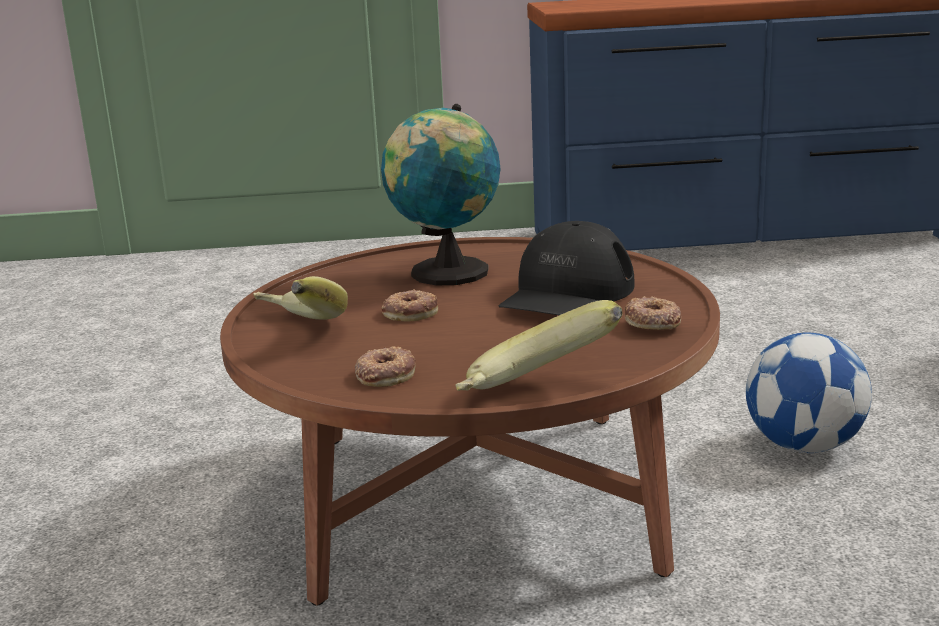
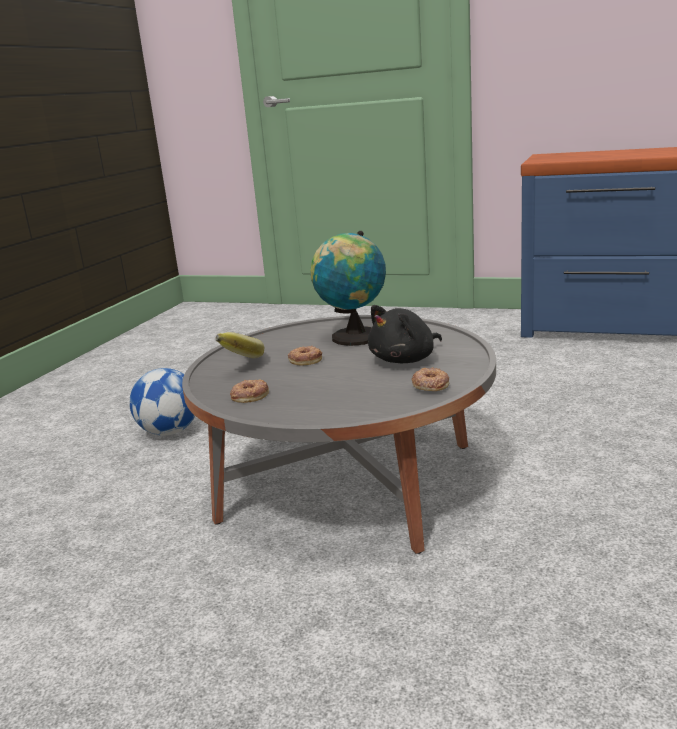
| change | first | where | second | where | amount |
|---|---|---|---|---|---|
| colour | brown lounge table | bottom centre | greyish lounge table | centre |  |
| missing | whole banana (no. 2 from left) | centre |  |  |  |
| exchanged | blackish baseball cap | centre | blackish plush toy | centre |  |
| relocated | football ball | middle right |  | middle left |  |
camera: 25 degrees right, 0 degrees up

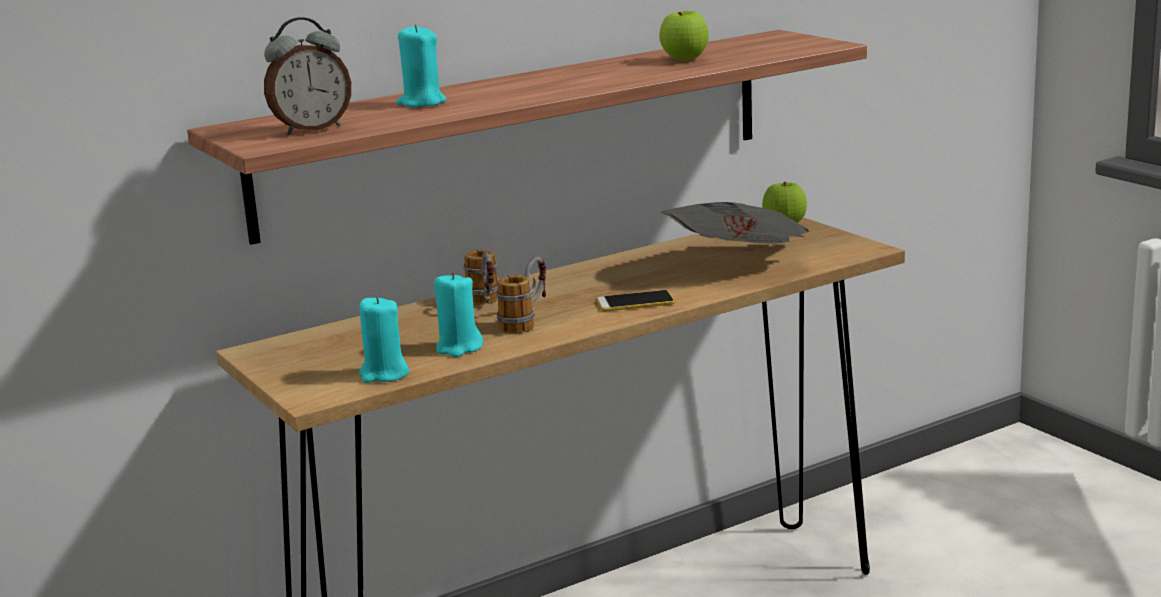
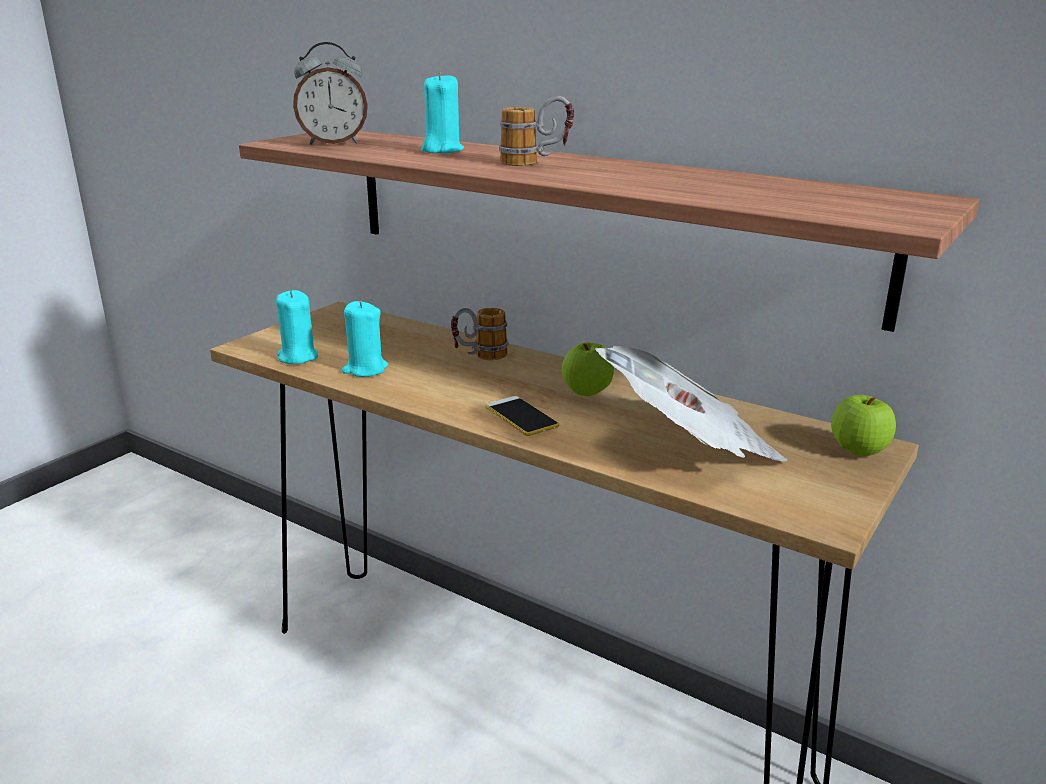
| change | first | where | second | where | amount |
|---|---|---|---|---|---|
| spun | alarm clock | top left |  | top left | 45 degrees counterclockwise |
| relocated | mug (no. 2 from left) | centre |  | top centre |  |
| relocated | apple (no. 1 from left) | top centre |  | centre |  |
camera: 65 degrees right, 5 degrees up

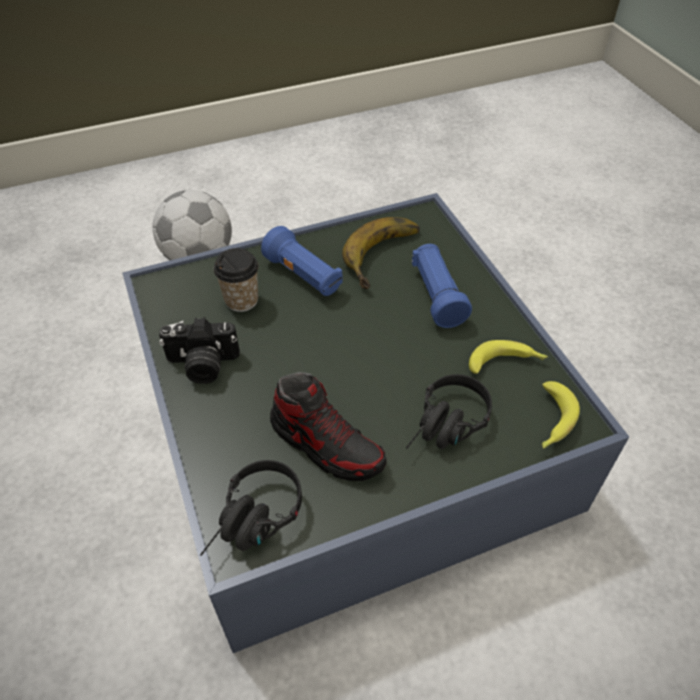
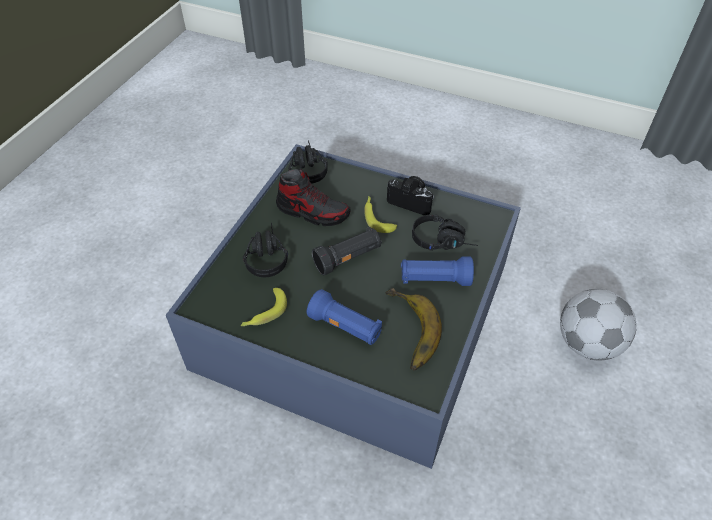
| change | first | where | second | where | amount |
|---|---|---|---|---|---|
| spun | still camera | middle left |  | centre | 75 degrees clockwise |
| exchanged | small cup | centre | blackish pair of headphones (no. 3 from left) | centre |  |
| spun | shoe | centre |  | centre | 150 degrees counterclockwise |
| relocated | whole banana (no. 3 from left in the first image) | middle right | whole banana (no. 2 from left) | centre |  |
| appeared |  |  | blackish torch | centre |  |
camera: 135 degrees right, 0 degrees up

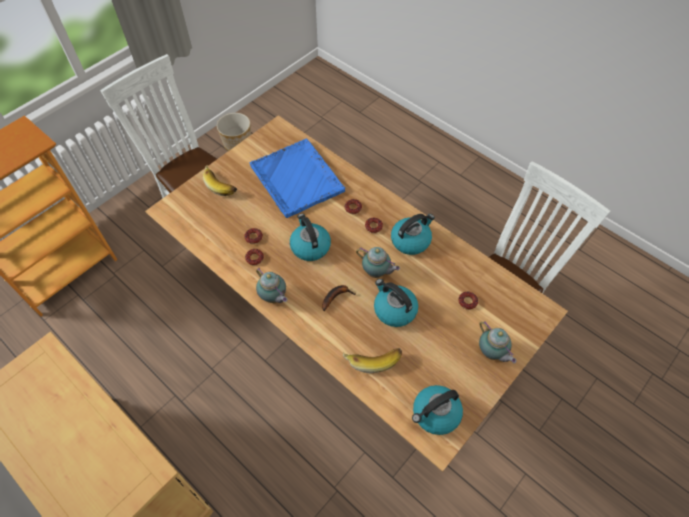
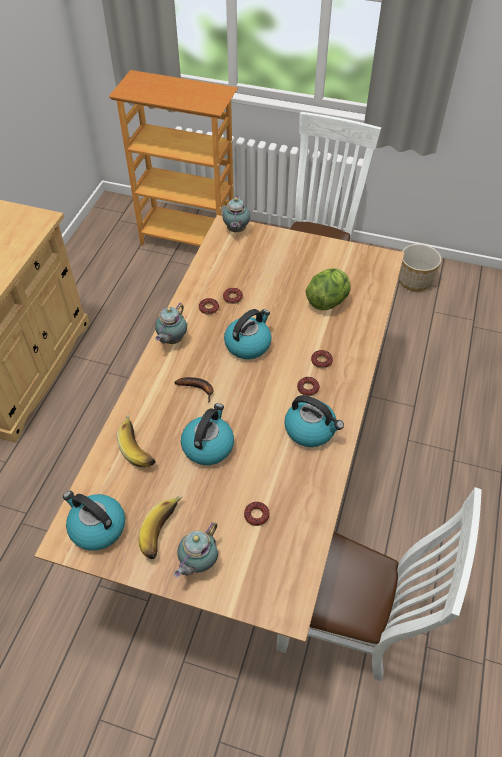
| change | first | where | second | where | amount |
|---|---|---|---|---|---|
| relocated | whole banana (no. 1 from left in the first image) | middle left | whole banana (no. 2 from left) | bottom left |  |
| exchanged | blue-coloured tray | centre | lettuce | centre |  |
| relocated | tea pot (no. 2 from left in the first image) | centre | tea pot (no. 3 from left) | top centre |  |
camera: 65 degrees right, 5 degrees down

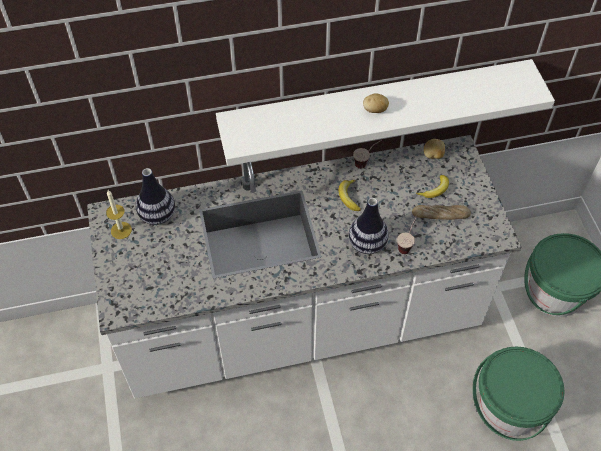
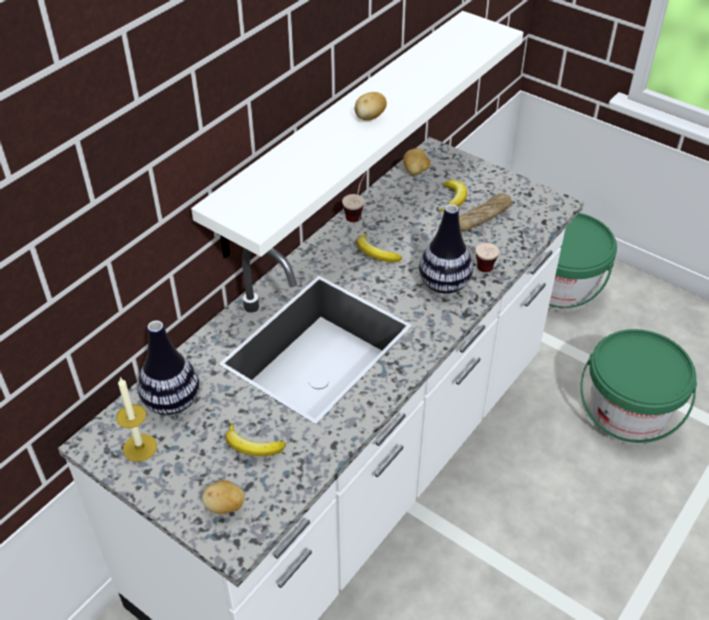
| change | first | where | second | where | amount |
|---|---|---|---|---|---|
| appeared |  |  | whole potato (no. 1 from left) | bottom left |  |
| appeared |  |  | whole banana (no. 1 from left) | bottom centre |  |
camera: 40 degrees left, 10 degrees down

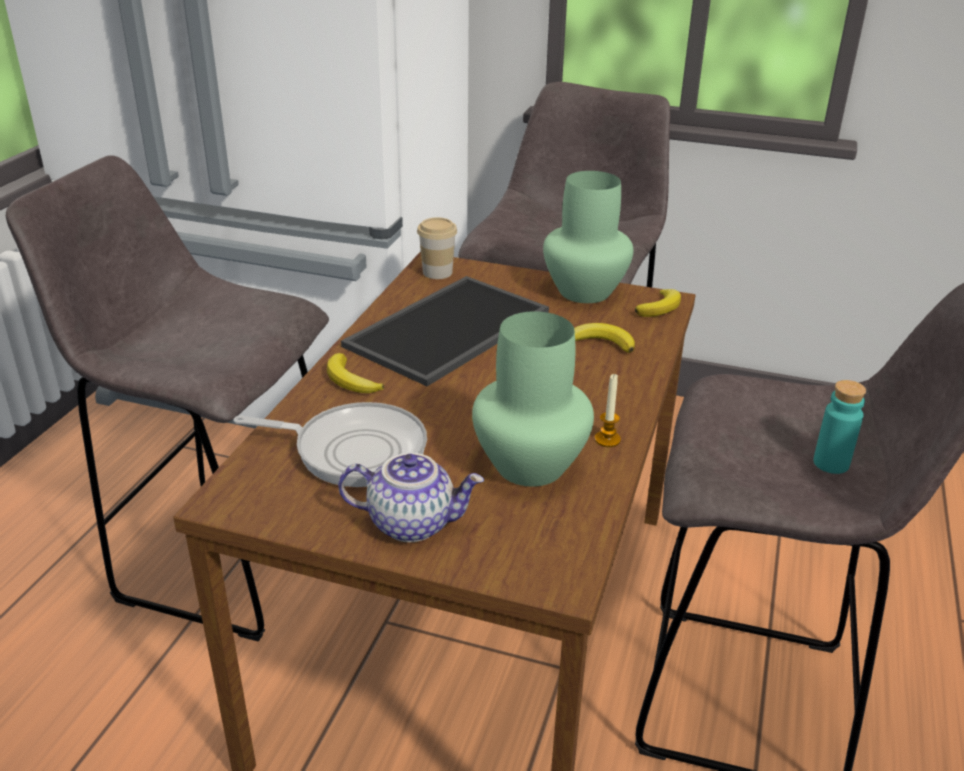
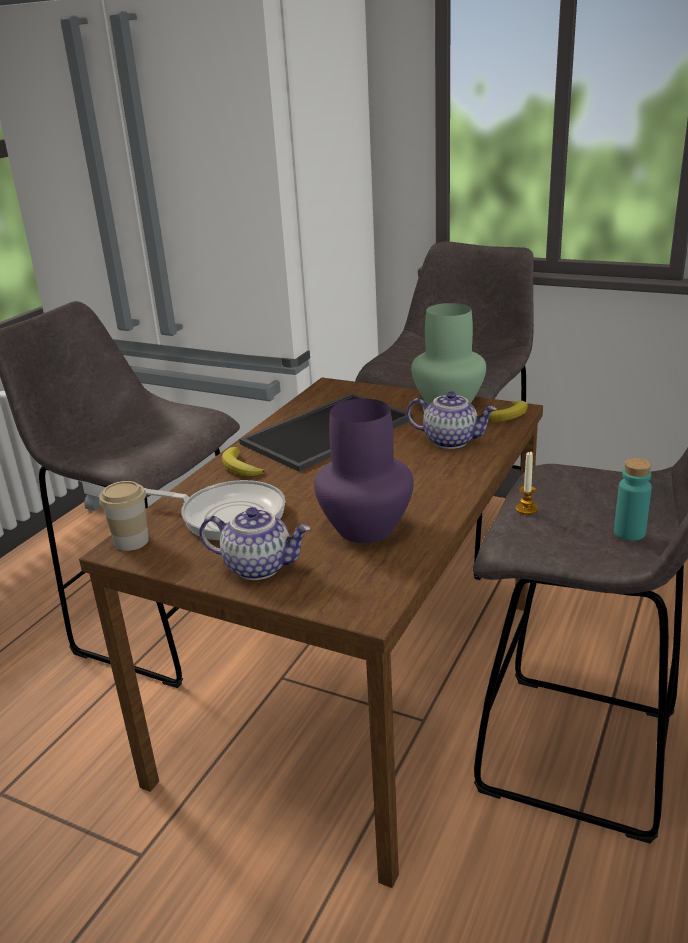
| change | first | where | second | where | amount |
|---|---|---|---|---|---|
| relocated | small cup | top centre |  | middle left |  |
| colour | greenish decorative vase (no. 1 from left) | centre | purple-coloured decorative vase | centre |  |
| exchanged | whole banana (no. 2 from left) | centre | tea pot (no. 2 from left) | centre |  |
| relocated | wax candle | centre |  | middle right |  |
camera: 10 degrees right, 5 degrees down

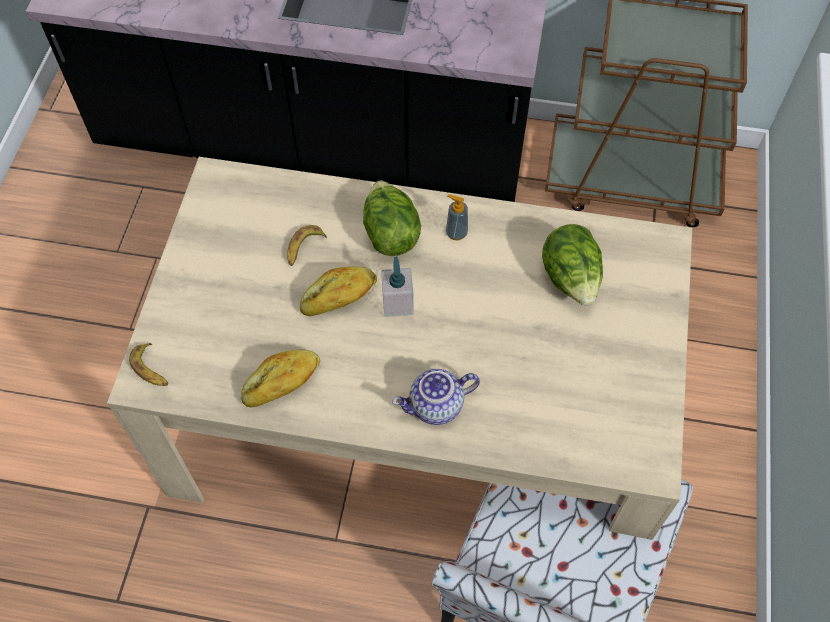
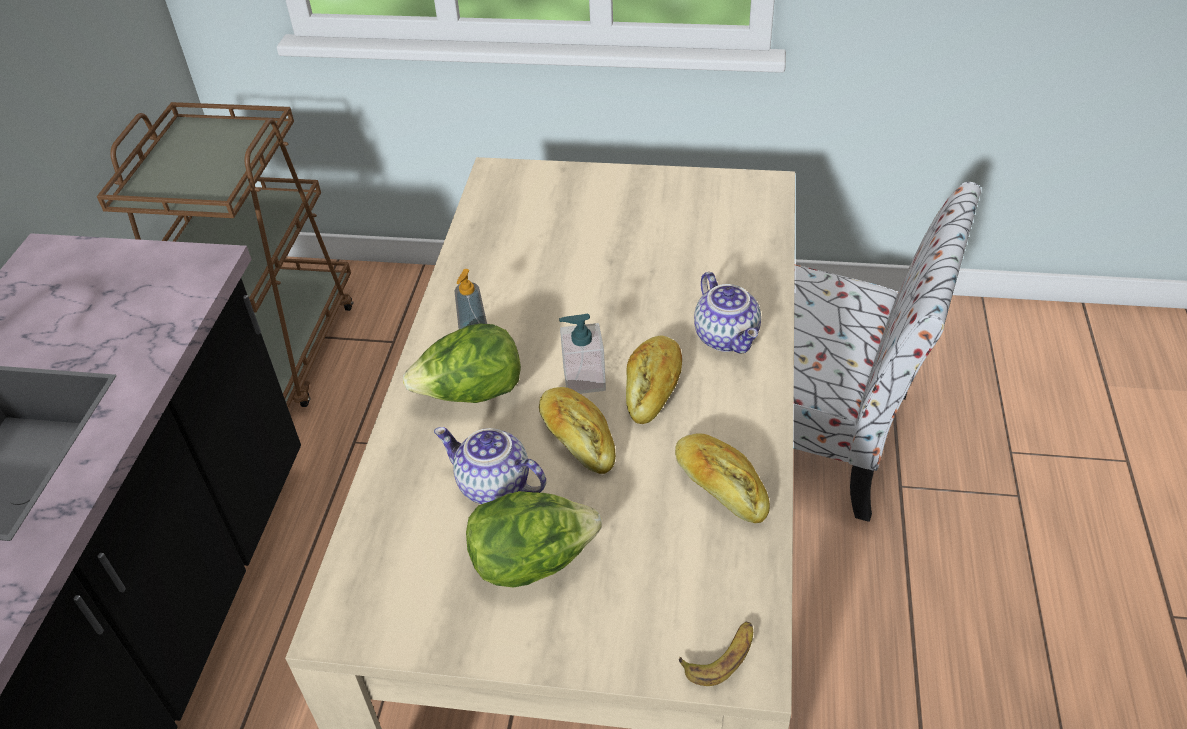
| change | first | where | second | where | amount |
|---|---|---|---|---|---|
| exchanged | whole banana (no. 2 from left) | centre | tea pot (no. 1 from left) | centre |  |
| relocated | lettuce (no. 2 from left) | middle right |  | bottom centre |  |
| appeared |  |  | bakery bread (no. 2 from left) | centre |  |
camera: 90 degrees left, 15 degrees down

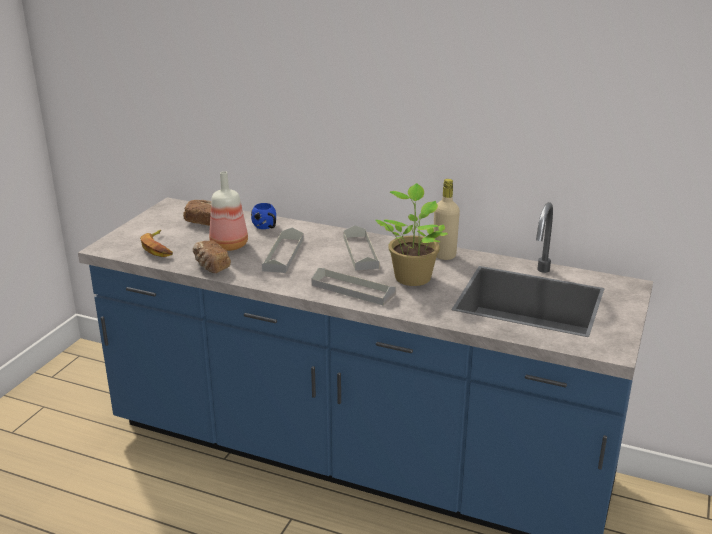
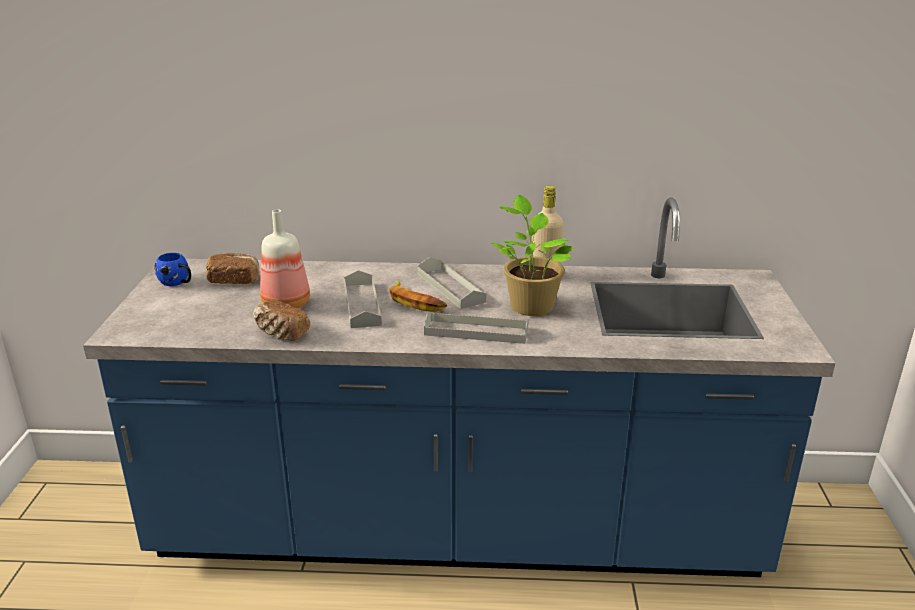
| change | first | where | second | where | amount |
|---|---|---|---|---|---|
| relocated | whole banana | middle left |  | centre |  |
| relocated | blue-coloured mug | centre |  | middle left |  |
camera: 20 degrees left, 0 degrees up

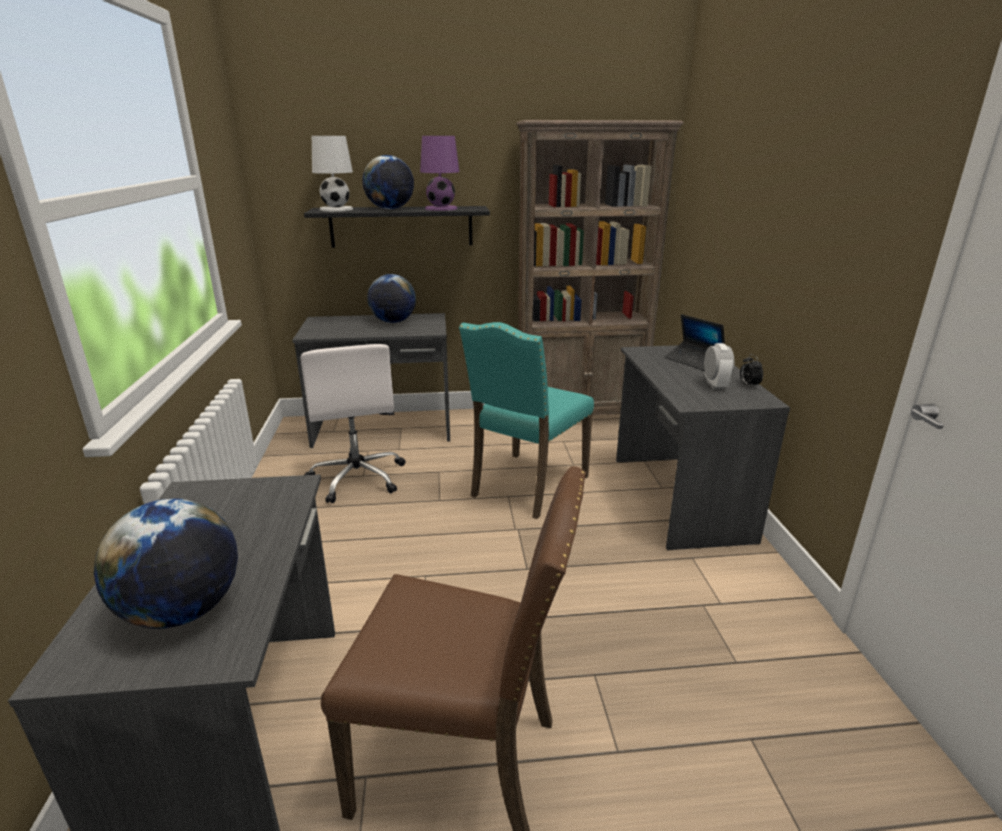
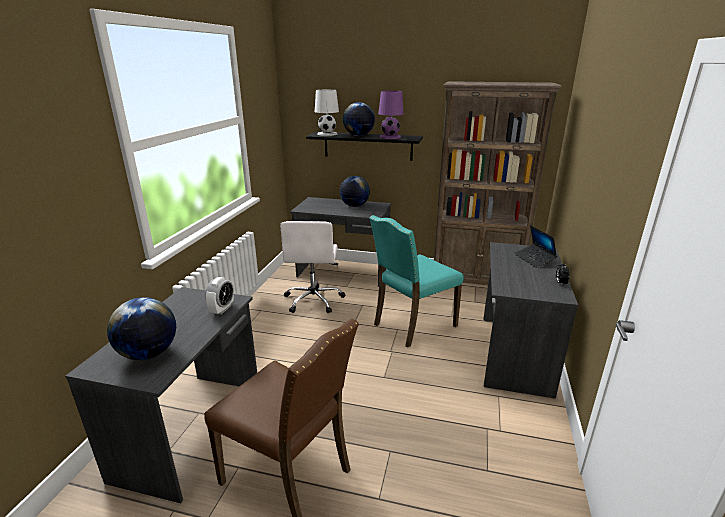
| change | first | where | second | where | amount |
|---|---|---|---|---|---|
| relocated | alarm clock (no. 1 from left) | middle right |  | middle left |  |
camera: 20 degrees right, 0 degrees up

